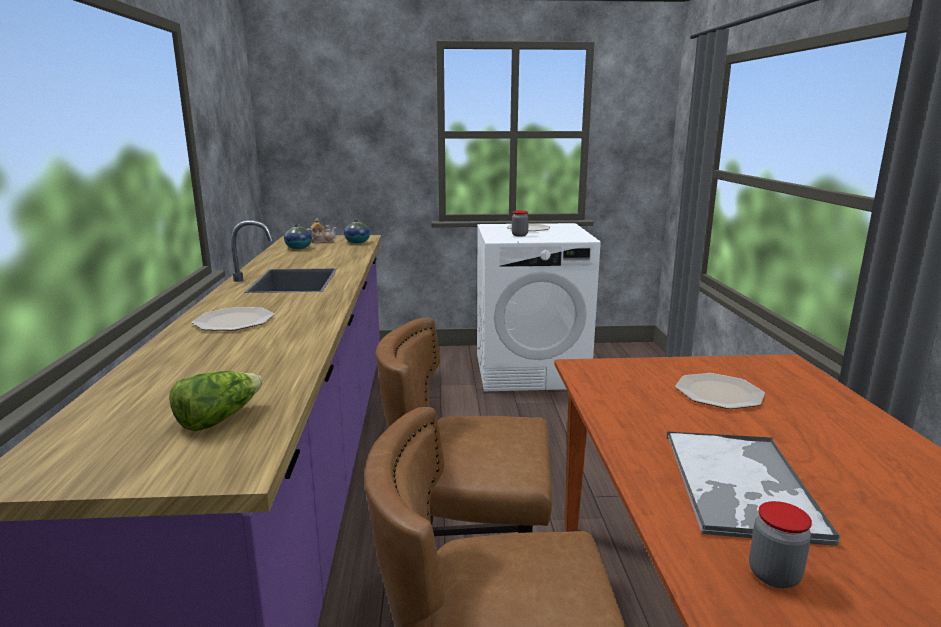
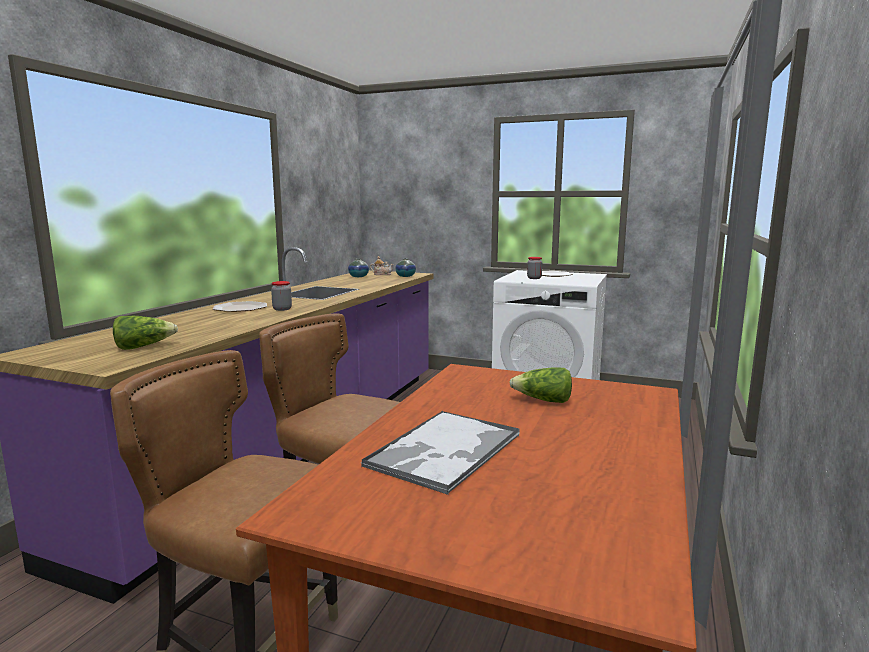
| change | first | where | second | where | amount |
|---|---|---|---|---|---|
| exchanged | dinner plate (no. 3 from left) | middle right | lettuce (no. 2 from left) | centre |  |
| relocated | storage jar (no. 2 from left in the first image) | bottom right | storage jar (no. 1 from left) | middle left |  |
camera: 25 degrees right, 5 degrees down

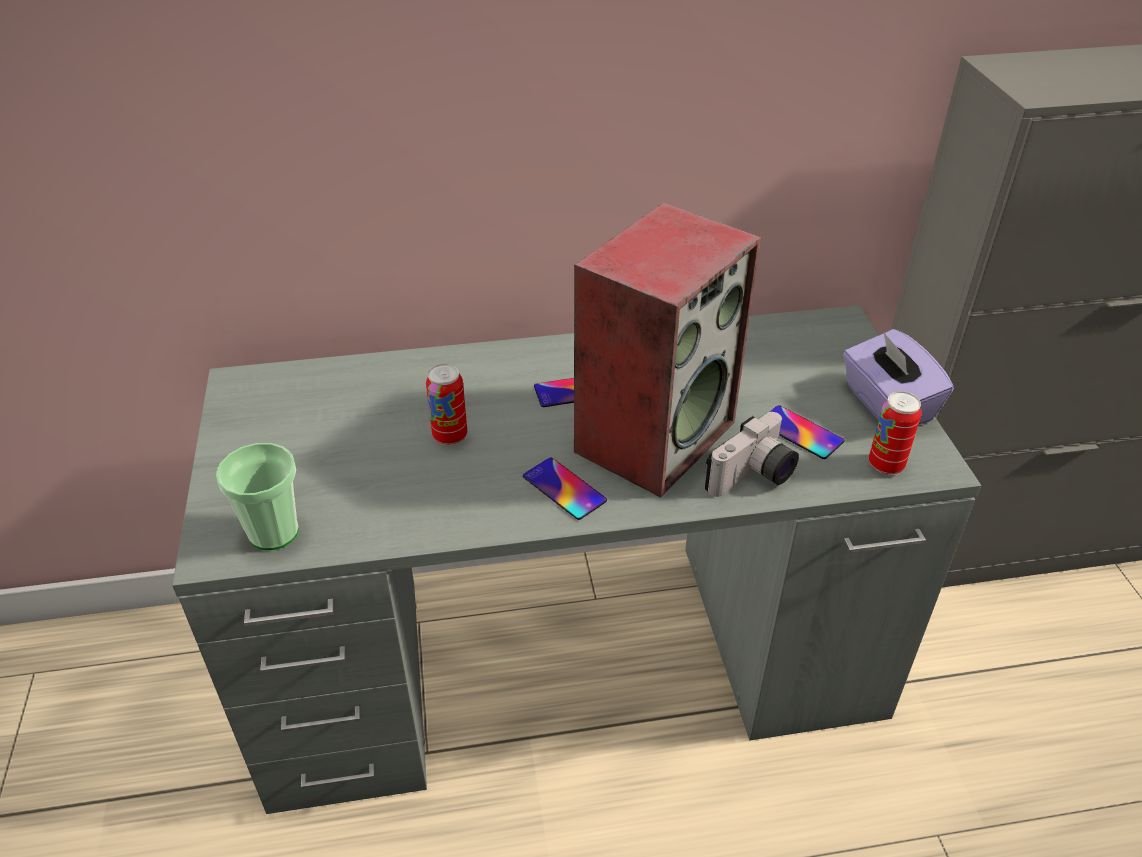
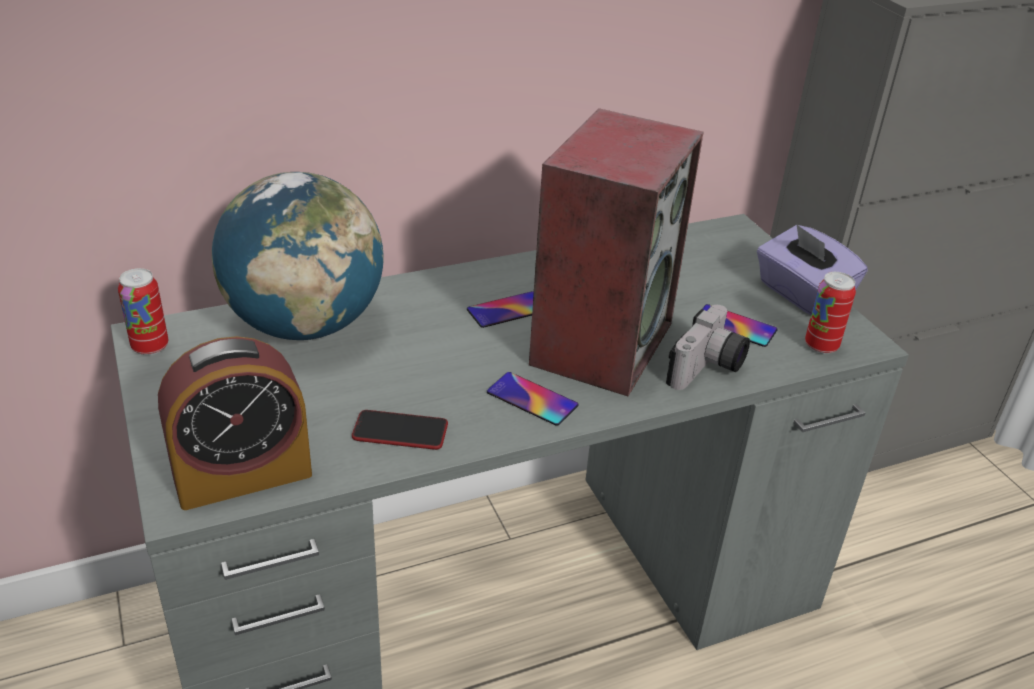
| change | first | where | second | where | amount |
|---|---|---|---|---|---|
| exchanged | small cup | middle left | alarm clock | middle left |  |
| relocated | can (no. 1 from left) | centre |  | middle left |  |
| appeared |  |  | world globe | middle left |  |
| appeared |  |  | telephone (no. 1 from left) | centre |  |
camera: 15 degrees left, 5 degrees down

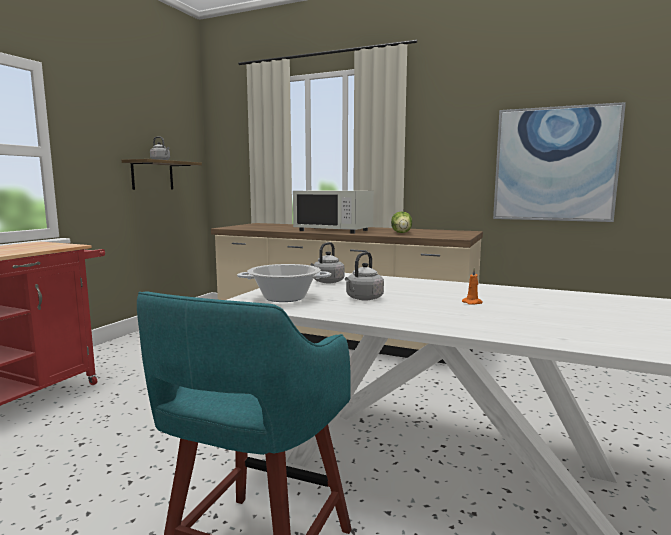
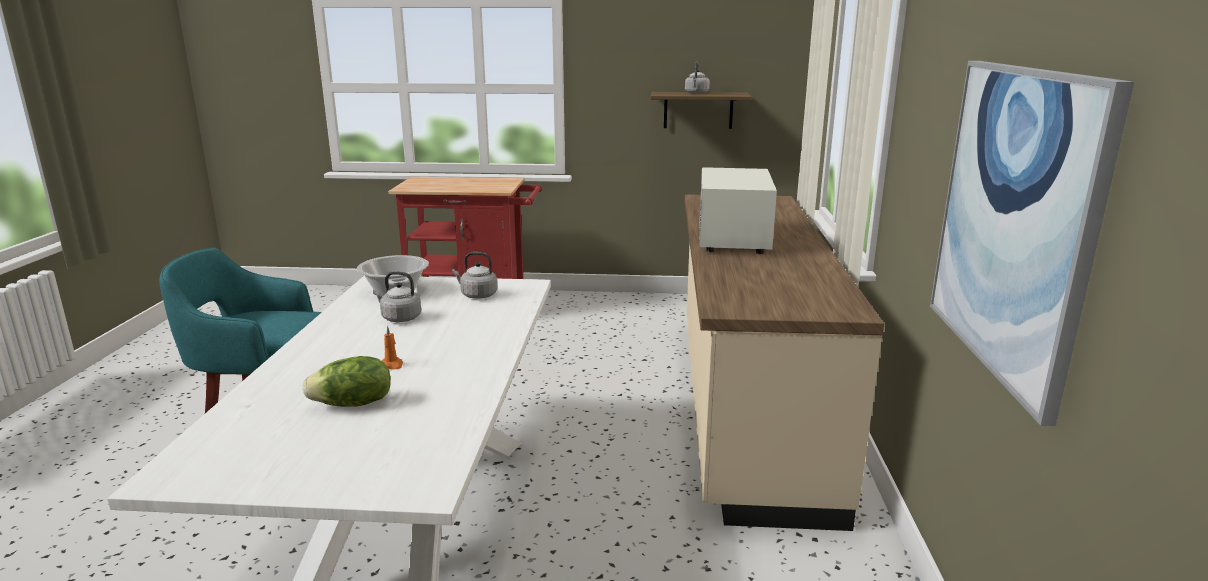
| change | first | where | second | where | amount |
|---|---|---|---|---|---|
| relocated | lettuce | centre |  | middle left |  |
camera: 70 degrees right, 10 degrees up

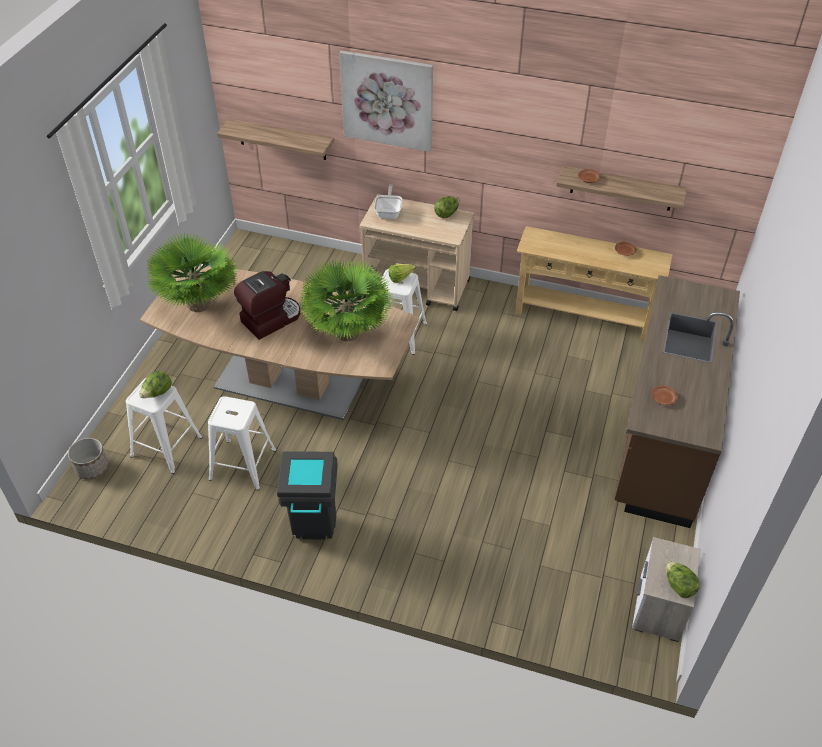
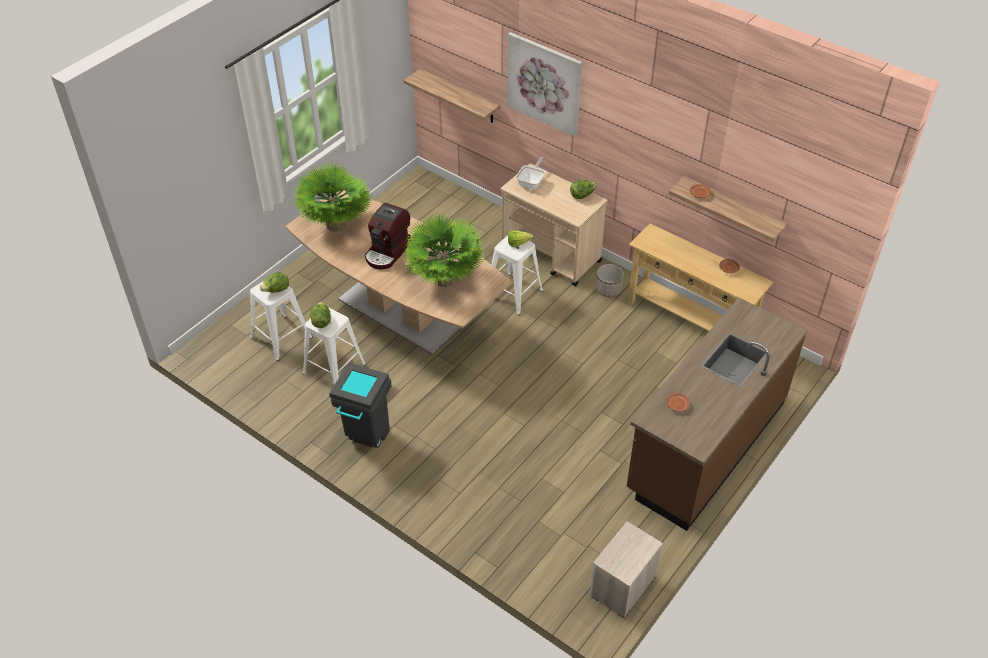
| change | first | where | second | where | amount |
|---|---|---|---|---|---|
| relocated | plant pot | middle left |  | centre |  |
| spun | coffee brewer | middle left |  | centre | 135 degrees clockwise |
| relocated | lettuce (no. 4 from left in the first image) | bottom right | lettuce (no. 2 from left) | middle left |  |
camera: 20 degrees right, 0 degrees up

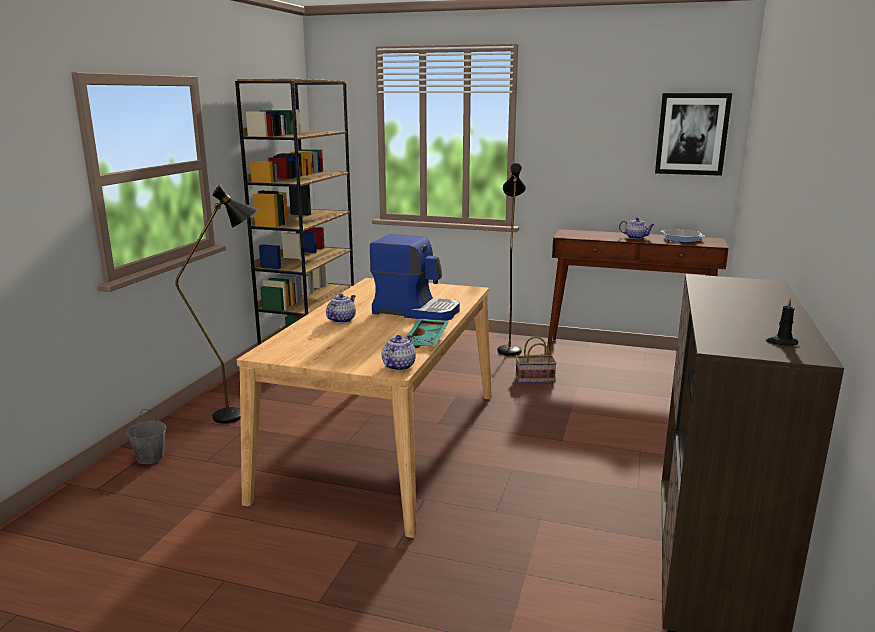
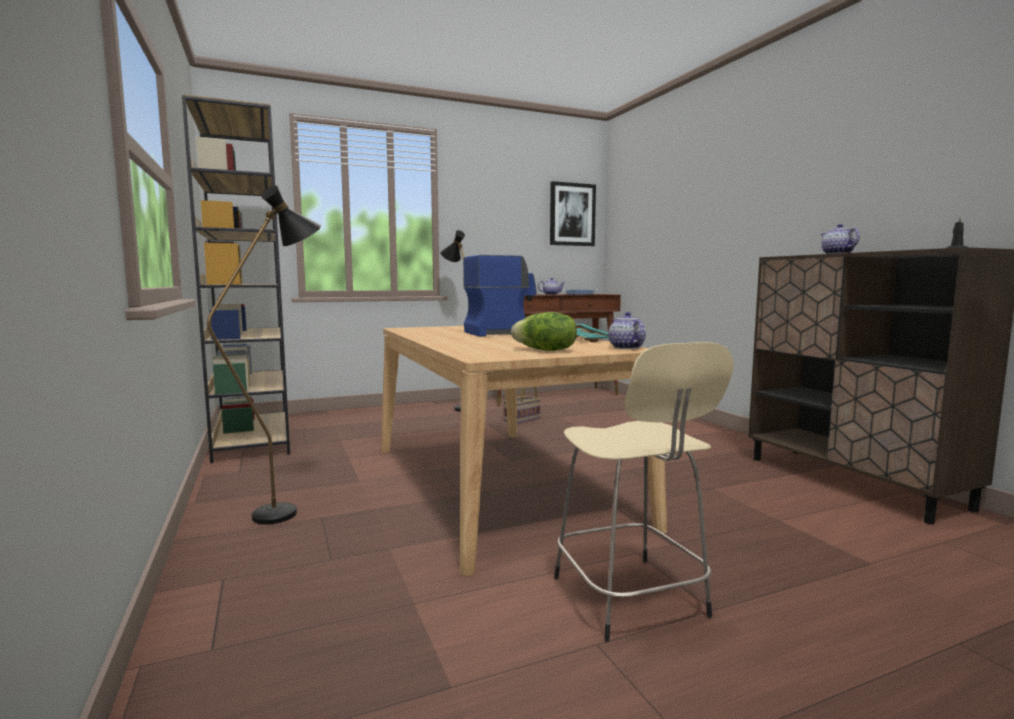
| change | first | where | second | where | amount |
|---|---|---|---|---|---|
| missing | greyish bucket | bottom left |  |  |  |
| relocated | tea pot (no. 1 from left in the first image) | centre | tea pot (no. 3 from left) | top right |  |
| appeared |  |  | lettuce | centre |  |
| appeared |  |  | beige-coloured sitting stool | bottom centre |  |
camera: 40 degrees left, 10 degrees down

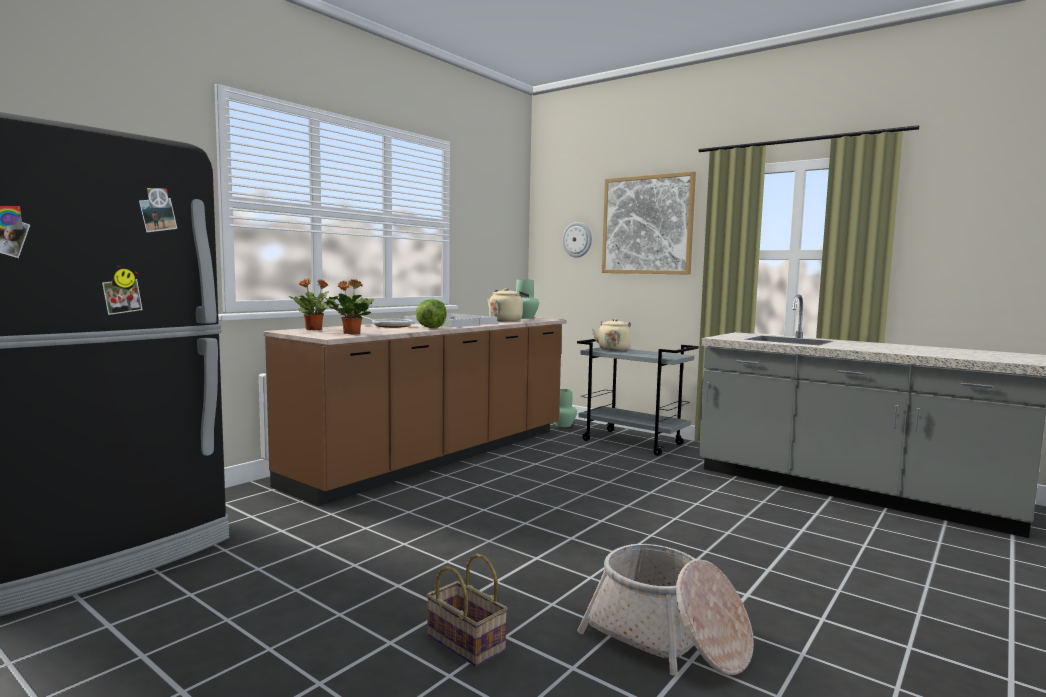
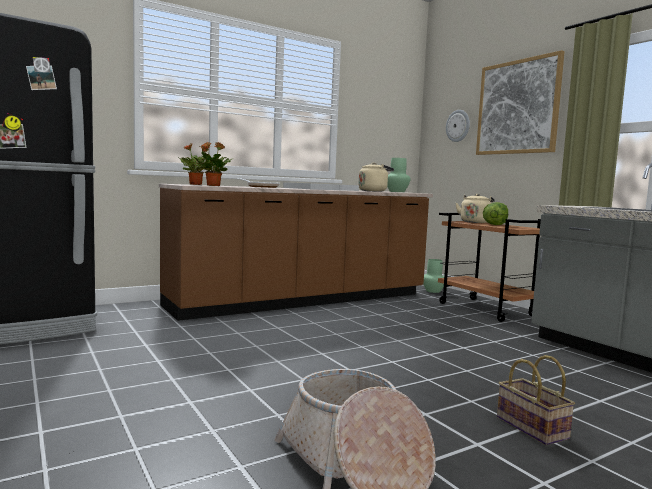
| change | first | where | second | where | amount |
|---|---|---|---|---|---|
| relocated | lettuce | centre |  | middle right |  |
| relocated | storage basket (no. 1 from left in the first image) | bottom centre | storage basket (no. 2 from left) | bottom right |  |
| colour | greyish wheeled cart | centre | brown wheeled cart | middle right |  |
camera: 20 degrees right, 0 degrees up

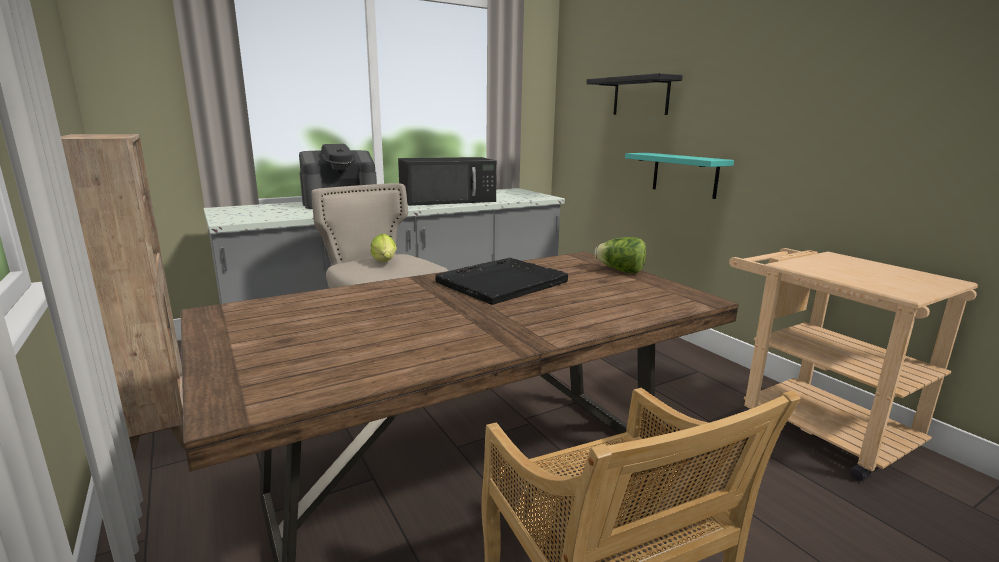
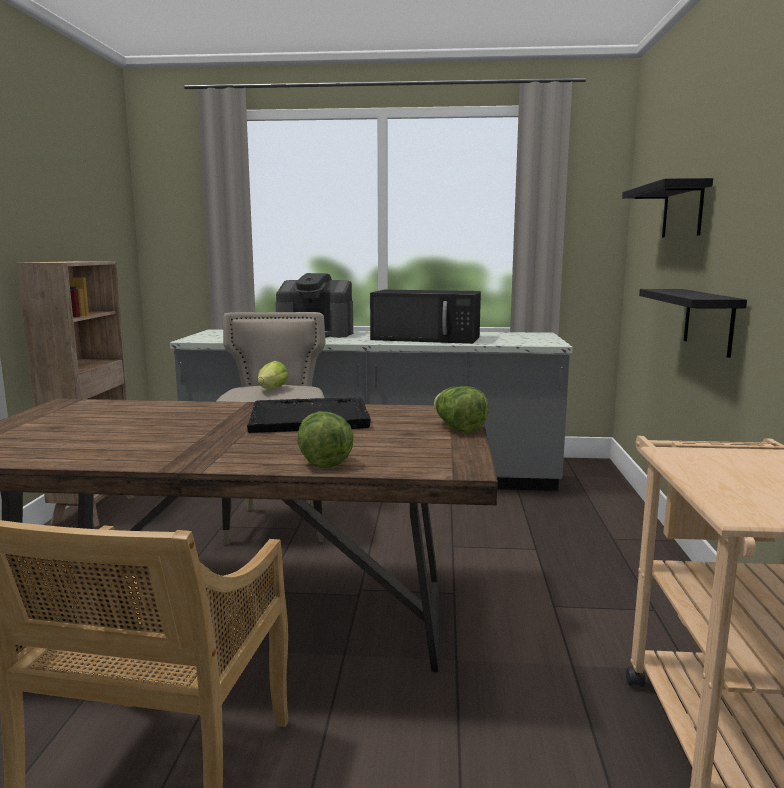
| change | first | where | second | where | amount |
|---|---|---|---|---|---|
| colour | turquoise bracket shelf | top right | blackish bracket shelf (no. 2 from left) | middle right |  |
| appeared |  |  | lettuce (no. 2 from left) | centre |  |
camera: 35 degrees right, 5 degrees down

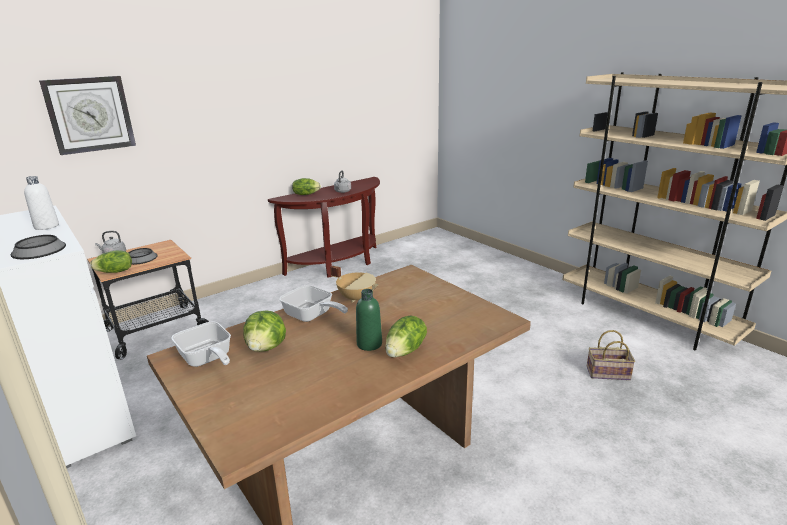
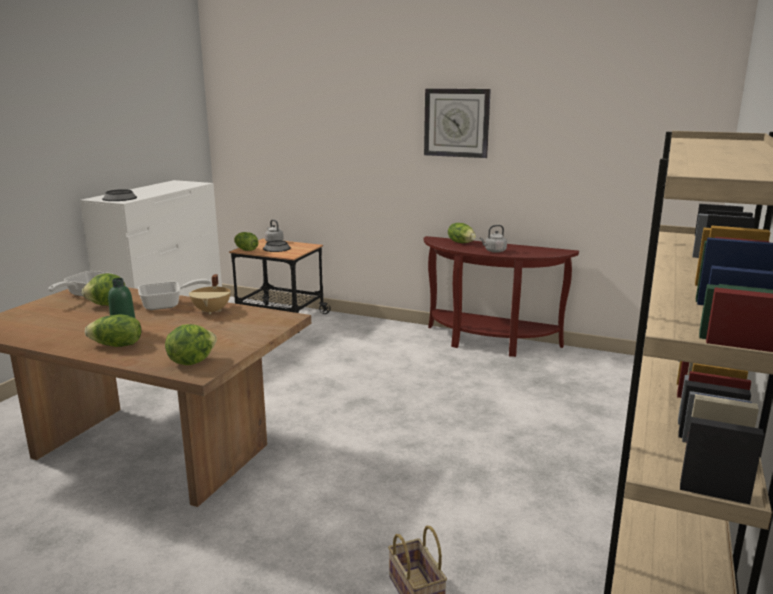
| change | first | where | second | where | amount |
|---|---|---|---|---|---|
| missing | whitish bottle | middle left |  |  |  |
| relocated | clock on the wall | top left |  | top centre |  |
| spun | skillet (no. 2 from left) | centre |  | middle left | 120 degrees counterclockwise |
| appeared |  |  | lettuce (no. 3 from left) | middle left |  |
camera: 60 degrees right, 5 degrees down

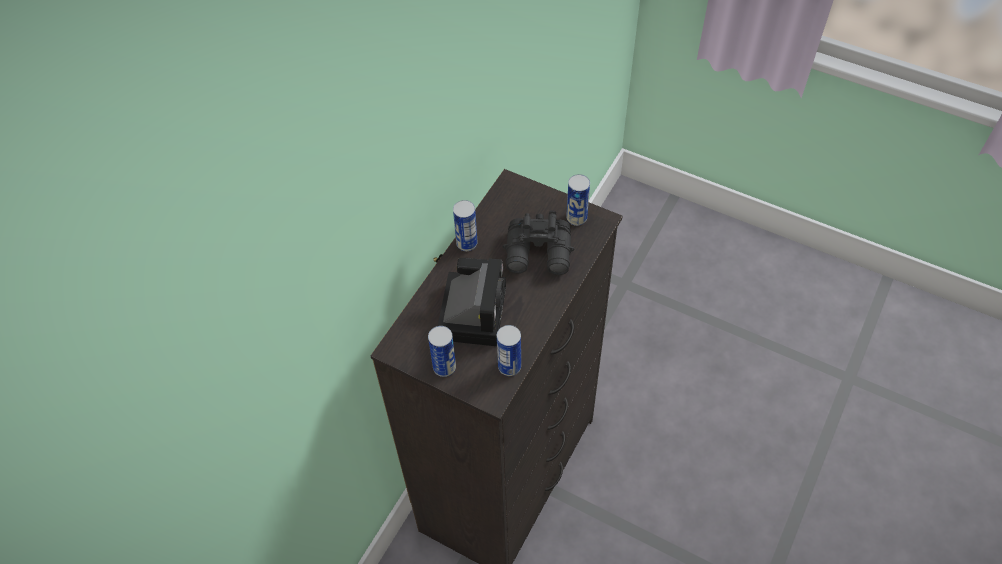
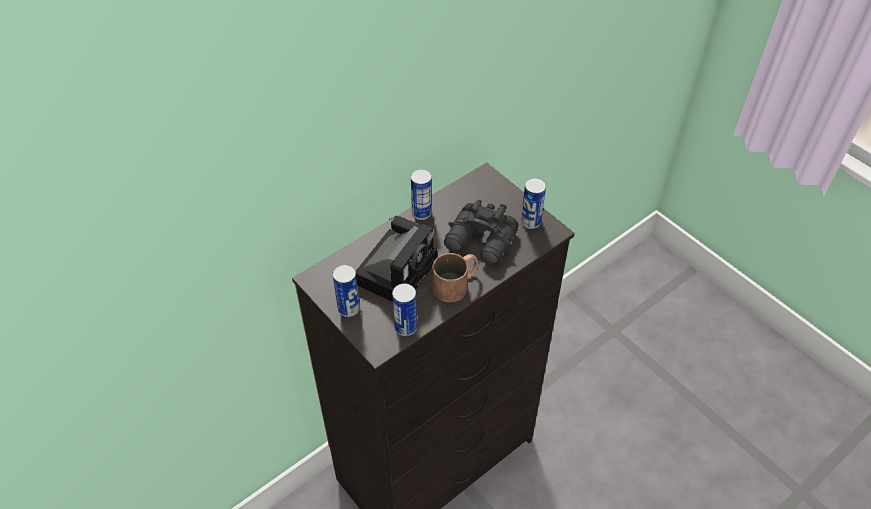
| change | first | where | second | where | amount |
|---|---|---|---|---|---|
| appeared |  |  | brown mug | centre |  |
camera: 20 degrees right, 5 degrees down

